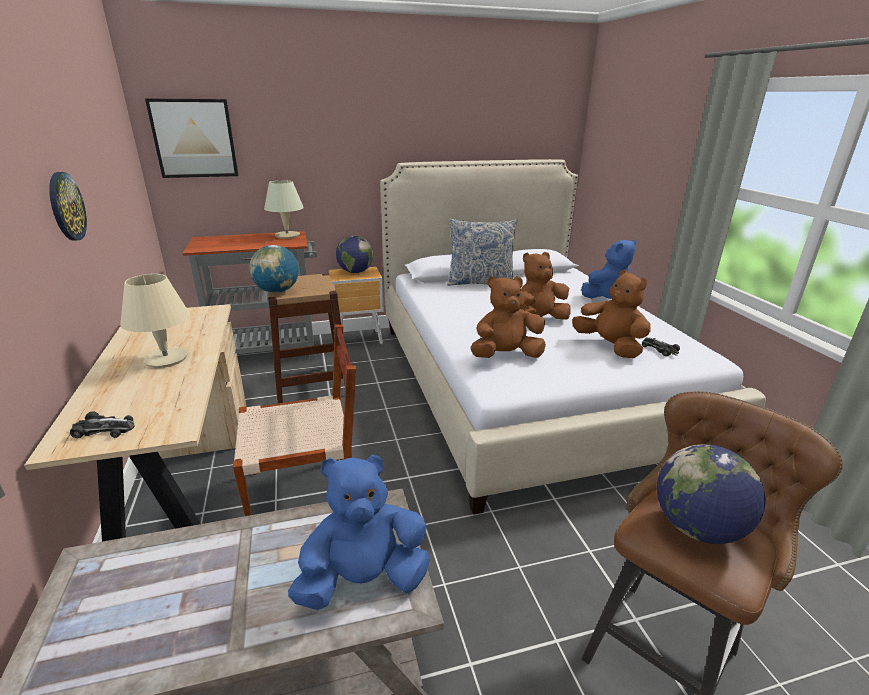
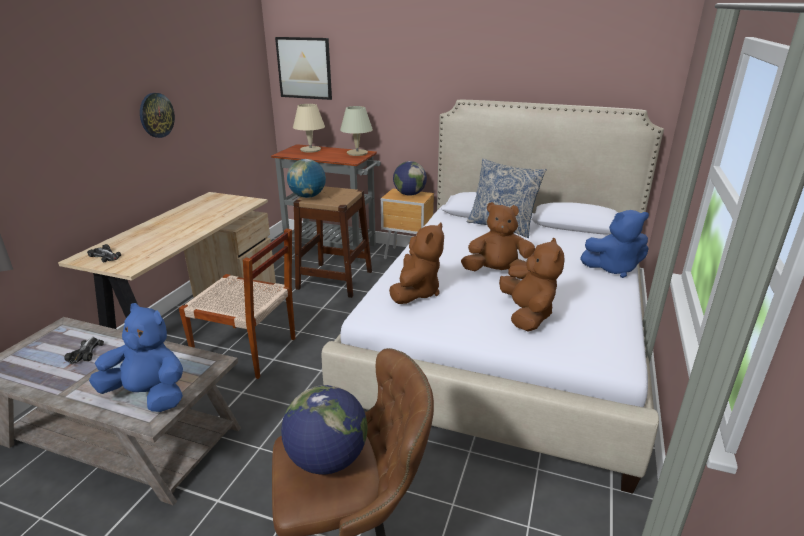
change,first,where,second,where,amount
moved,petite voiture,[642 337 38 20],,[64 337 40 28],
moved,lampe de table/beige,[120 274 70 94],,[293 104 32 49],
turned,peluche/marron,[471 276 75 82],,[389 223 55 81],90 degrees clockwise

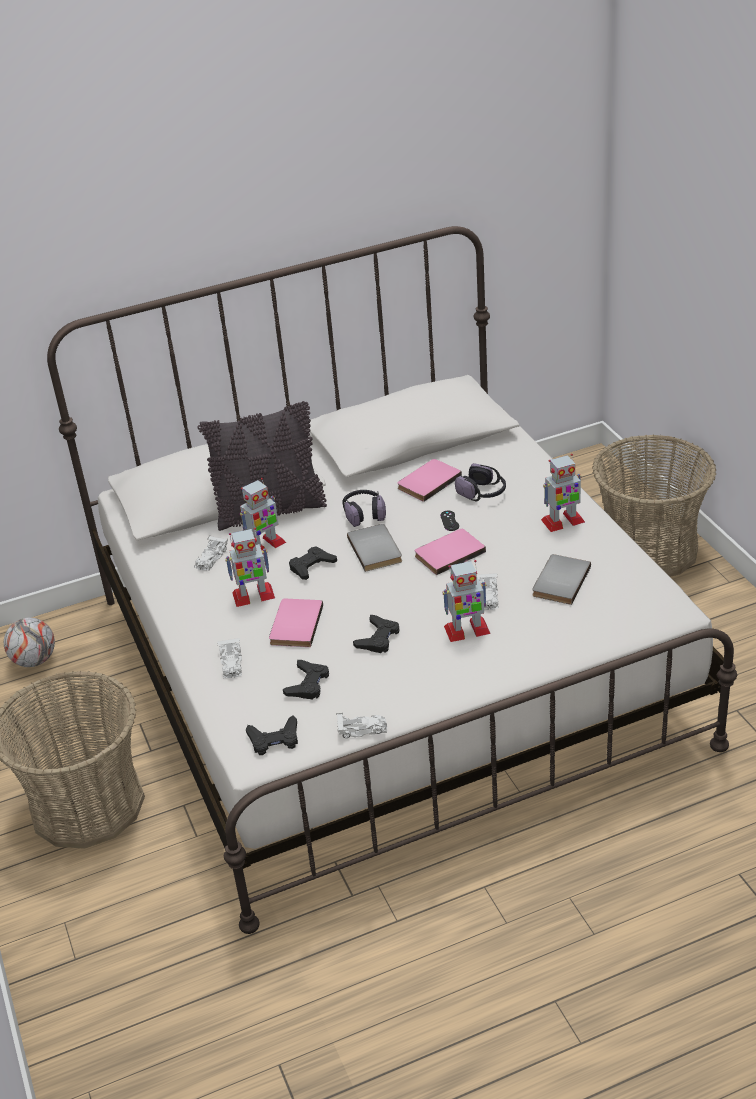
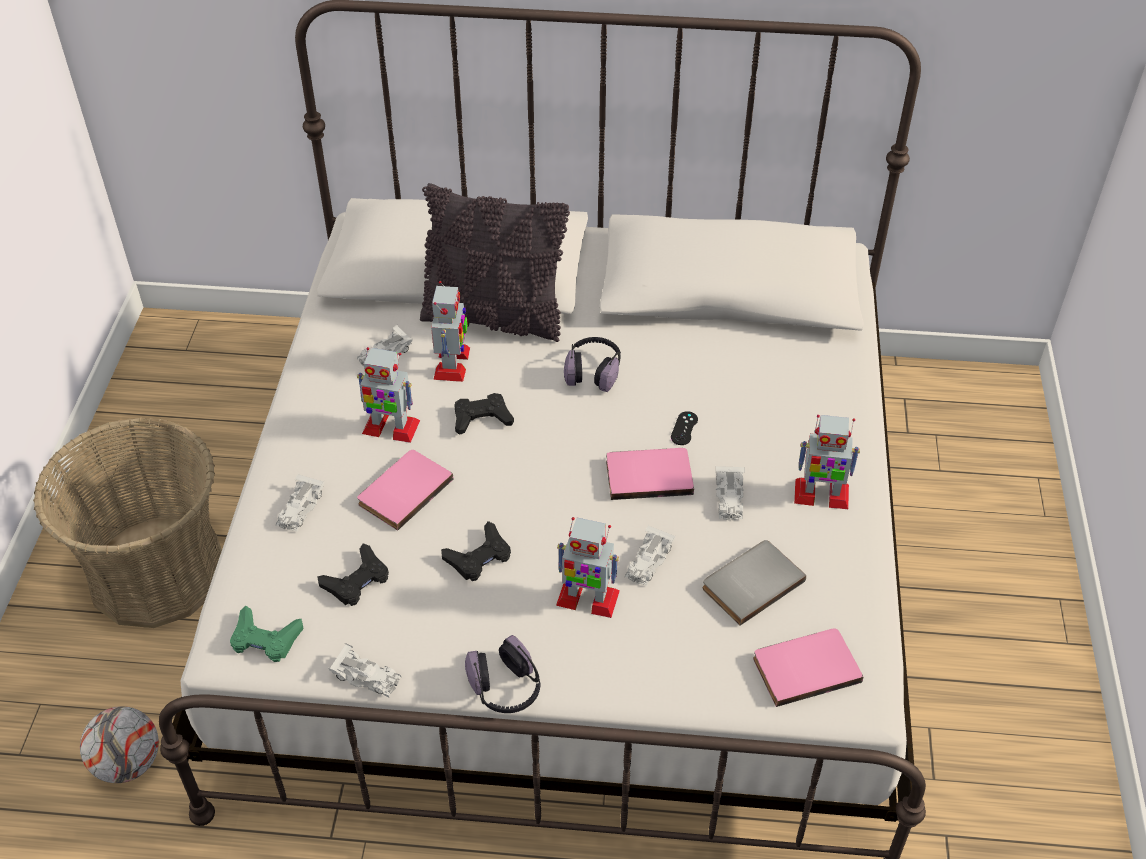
change,first,where,second,where,amount
moved,ballon de foot,[4 618 51 49],,[80 706 79 77],
recoloured,manette/noir,[246 715 52 40],manette/vert,[230 605 74 57],
turned,robot jouet,[240 478 46 72],,[431 281 39 101],75 degrees counterclockwise
moved,casque audio,[455 463 51 39],,[465 635 76 78],
added,,,petite voiture/blanc,[716 466 29 55],
moved,livre/rose,[397 459 65 43],,[753 629 110 78],
removed,livre/gris,[347 524 55 48],,,
removed,panier,[592 435 124 142],,,

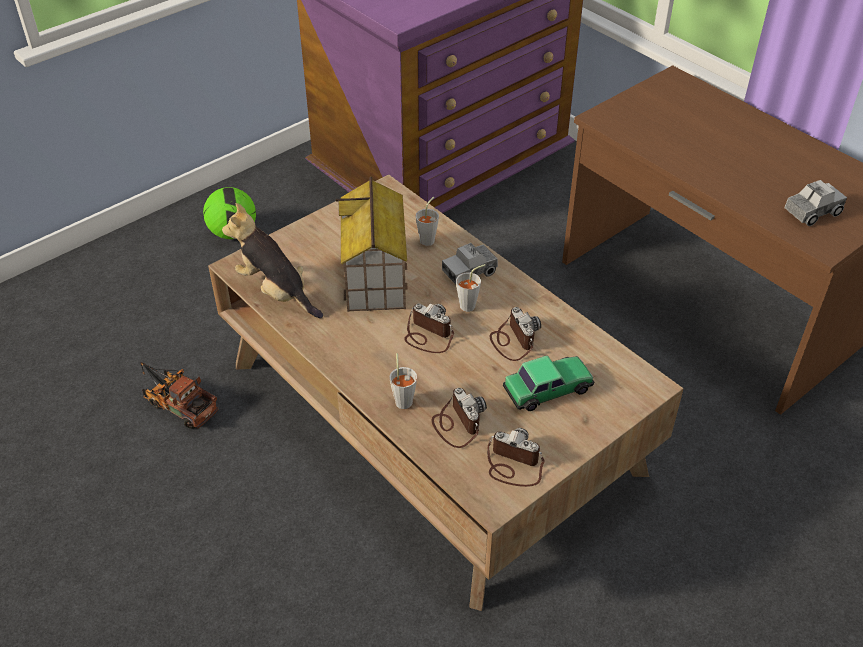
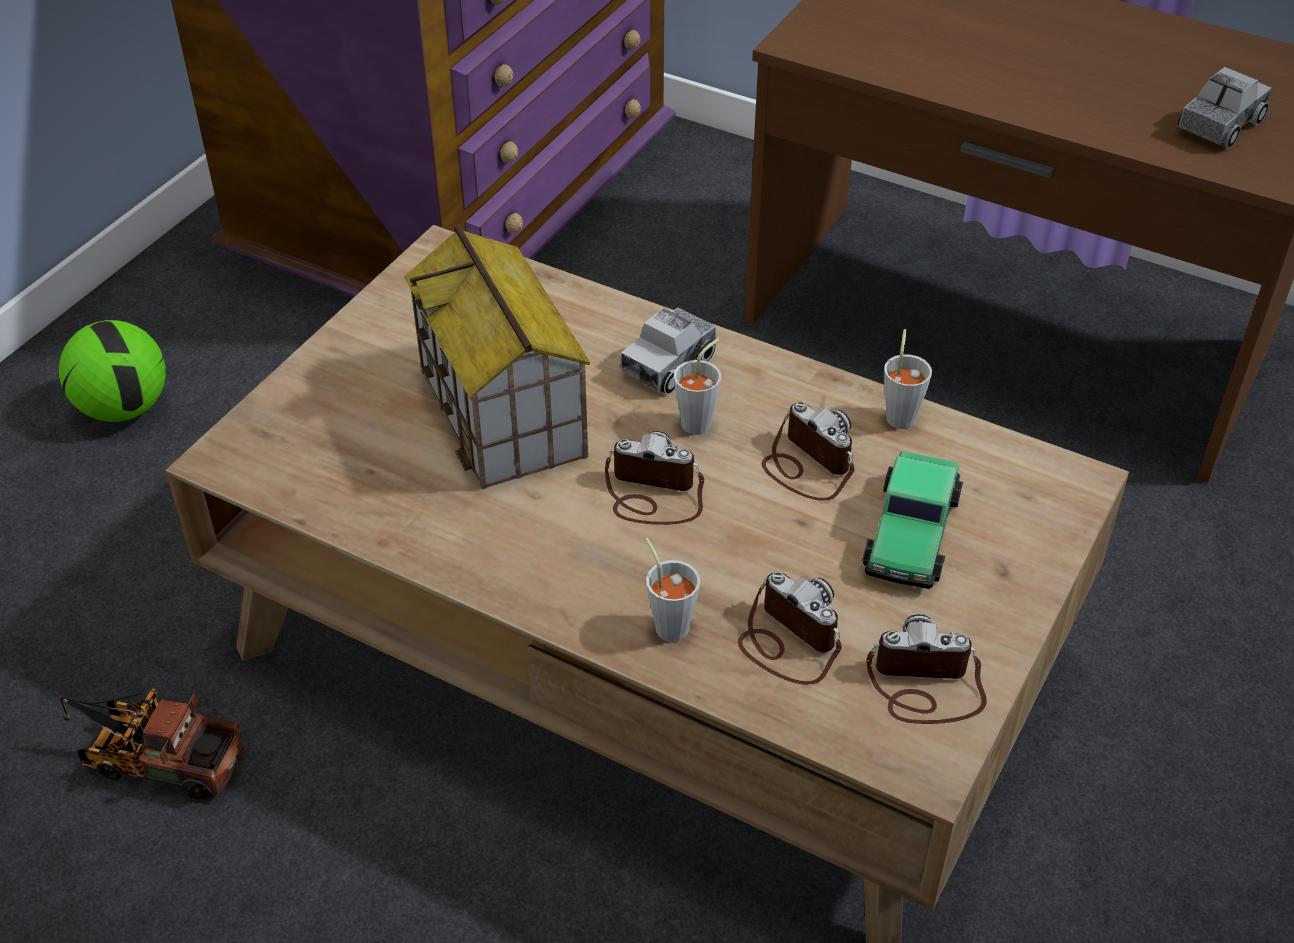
change,first,where,second,where,amount
turned,petite voiture,[503 356 91 55],,[862 451 101 138],150 degrees clockwise
moved,tasse/gris,[415 197 24 49],,[884 329 48 100],
removed,peluche,[222 203 101 115],,,

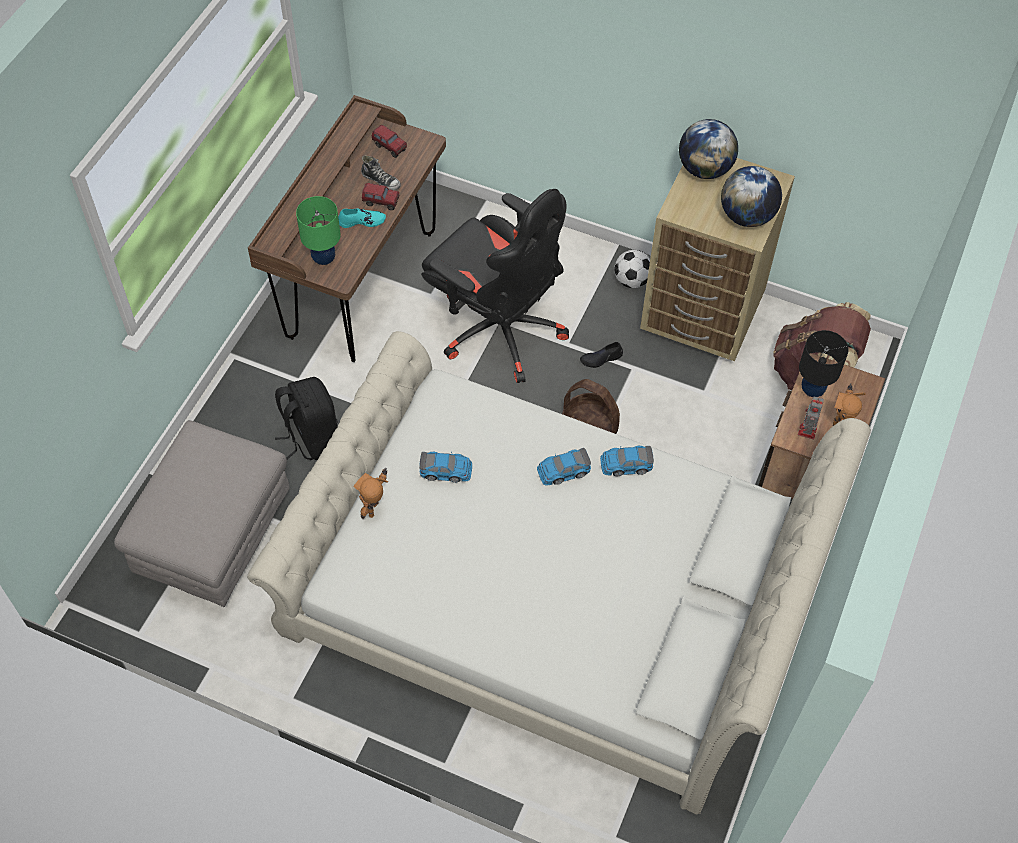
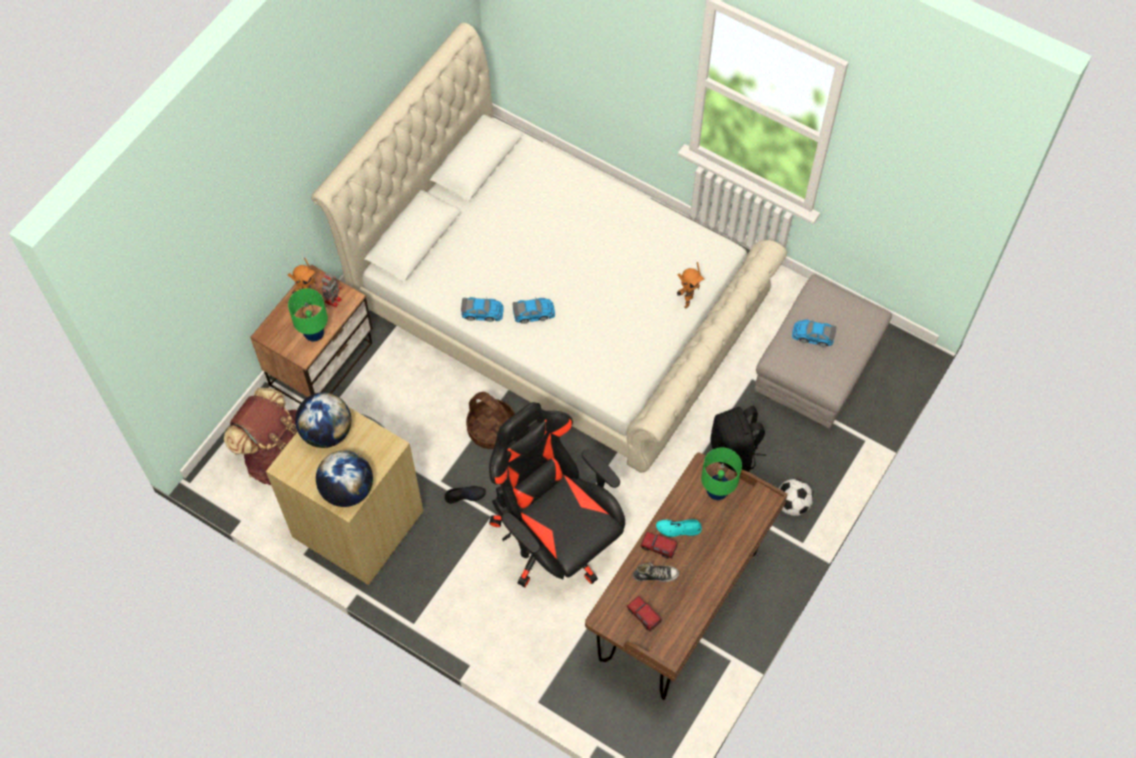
change,first,where,second,where,amount
recoloured,lampe de table/noir,[799 330 50 67],lampe de table/vert,[288 288 40 54],
turned,chaussure,[361 156 40 34],,[633 563 46 19],135 degrees clockwise
moved,ballon de foot,[614 250 36 38],,[778 479 35 37],
moved,petite voiture,[419 452 53 31],,[792 320 44 27],

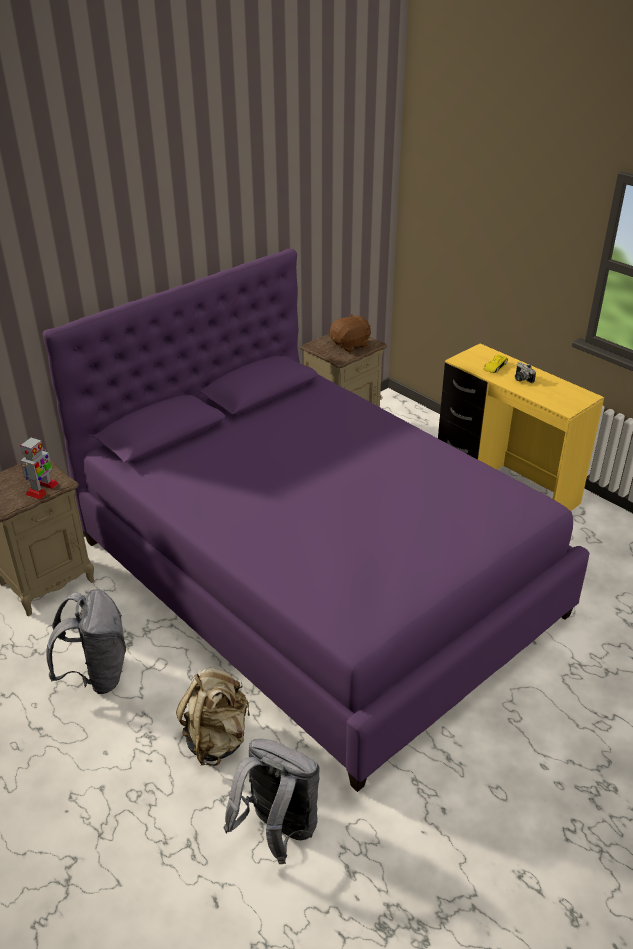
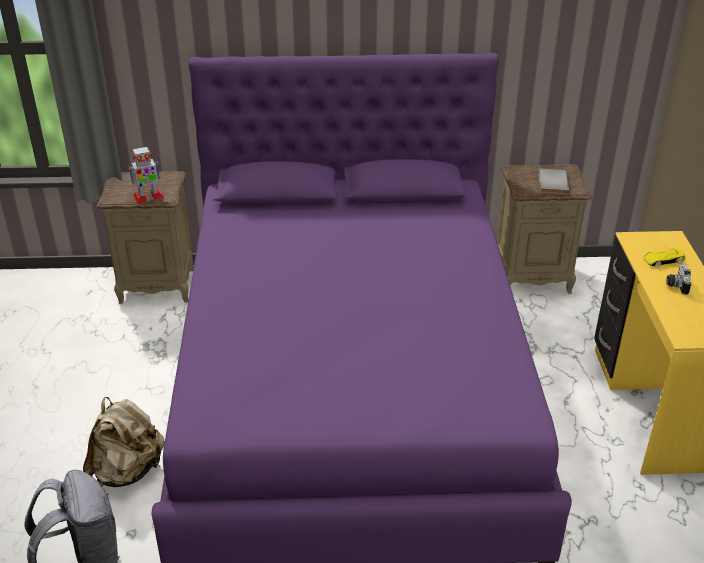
change,first,where,second,where,amount
replaced,peluche/marron,[330 314 41 38],livre/gris,[538 168 31 27],
removed,sac à dos/gris,[46 589 80 105],,,

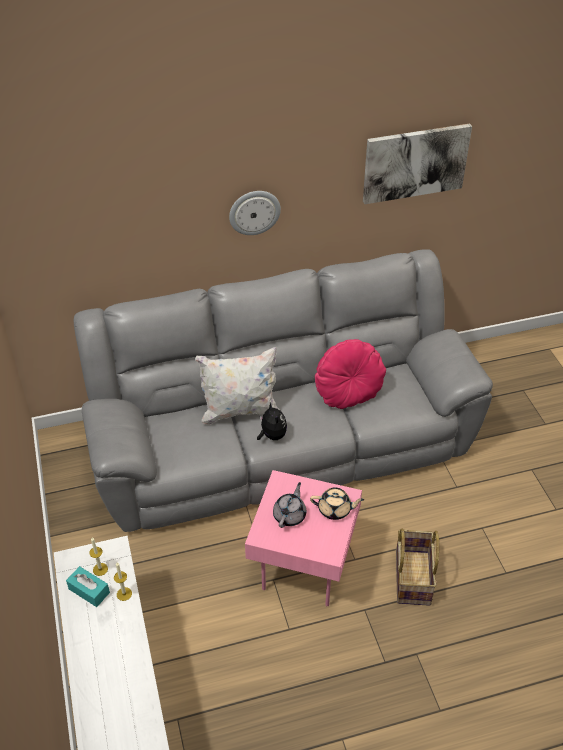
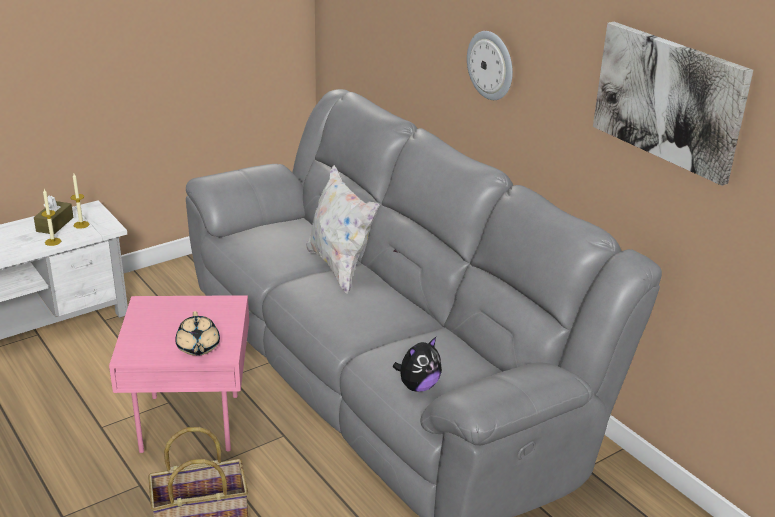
change,first,where,second,where,amount
recoloured,boîte à mouchoirs/turquoise,[66 566 44 41],boîte à mouchoirs/marron,[34 195 40 39],
moved,peluche,[257 403 30 37],,[393 337 49 55],
removed,théière/gris,[273 482 33 46],,,
removed,coussin/rose,[315 339 71 70],,,

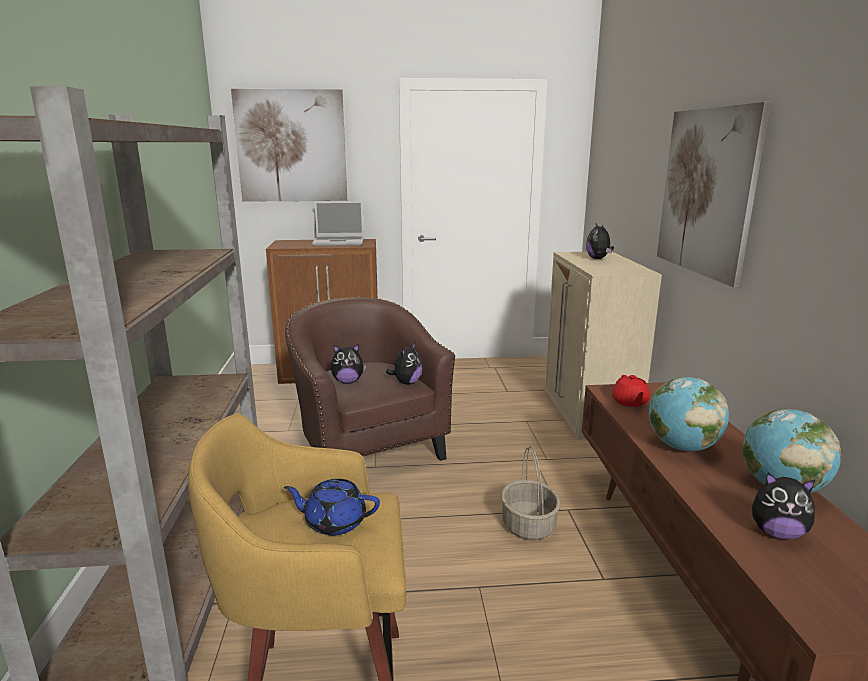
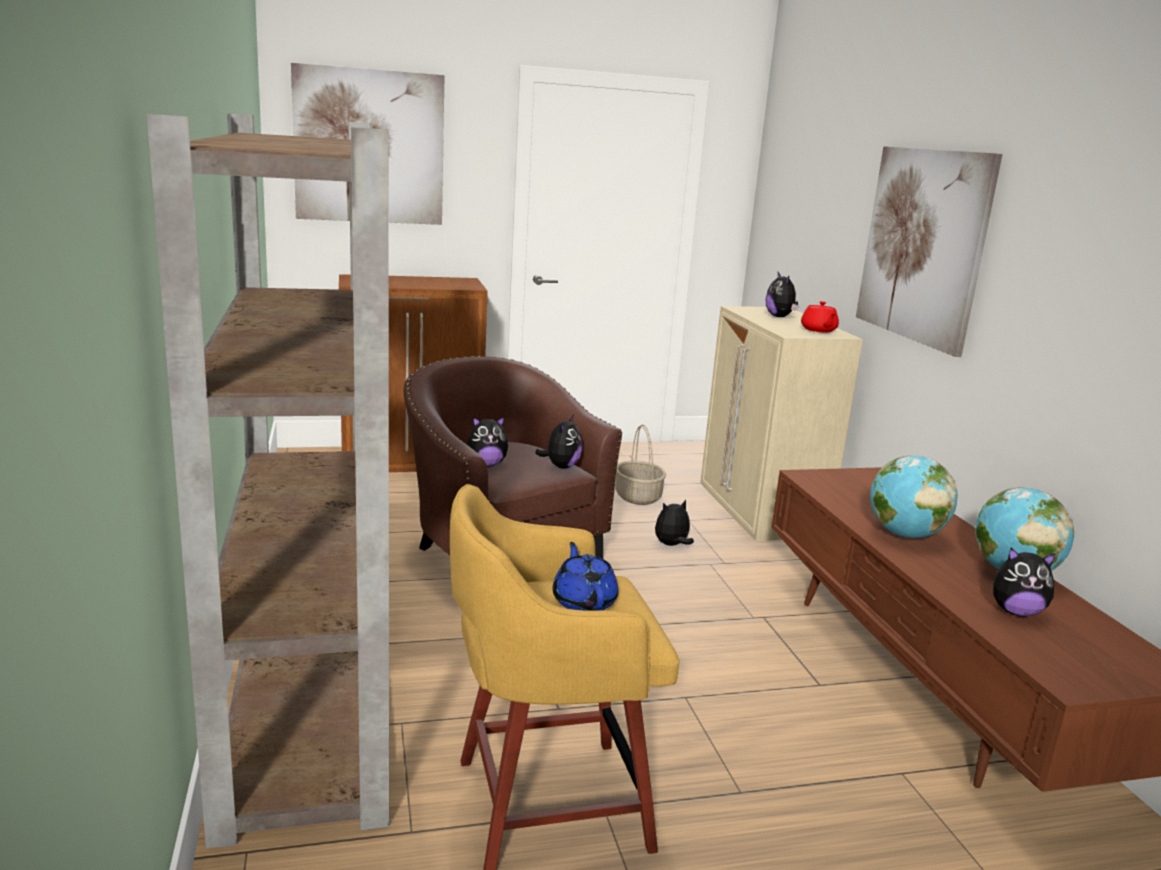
change,first,where,second,where,amount
turned,théière/bleu,[284 479 96 57],,[553 542 66 68],75 degrees clockwise
moved,panier,[501 446 59 95],,[615 424 51 81],
added,,,peluche,[655 500 39 46],
moved,théière/rouge,[612 375 38 32],,[801 301 38 31],
removed,ordinateur portable,[312 201 52 45],,,

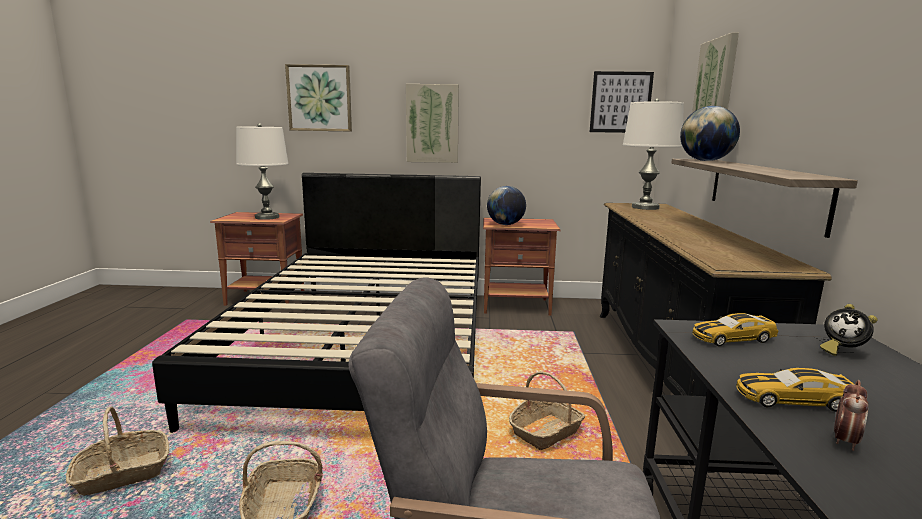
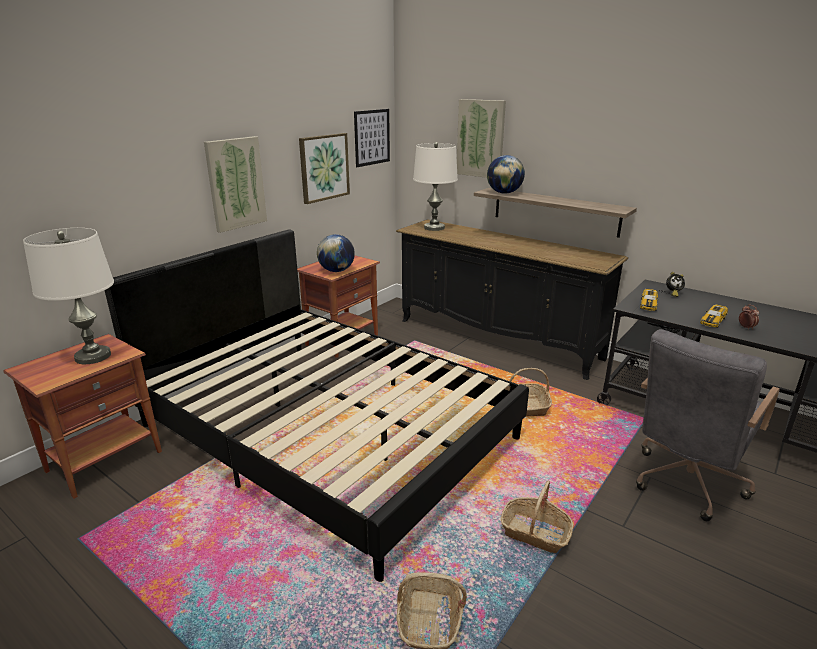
change,first,where,second,where,amount
moved,tableau,[285 64 67 67],,[299 133 51 71],

